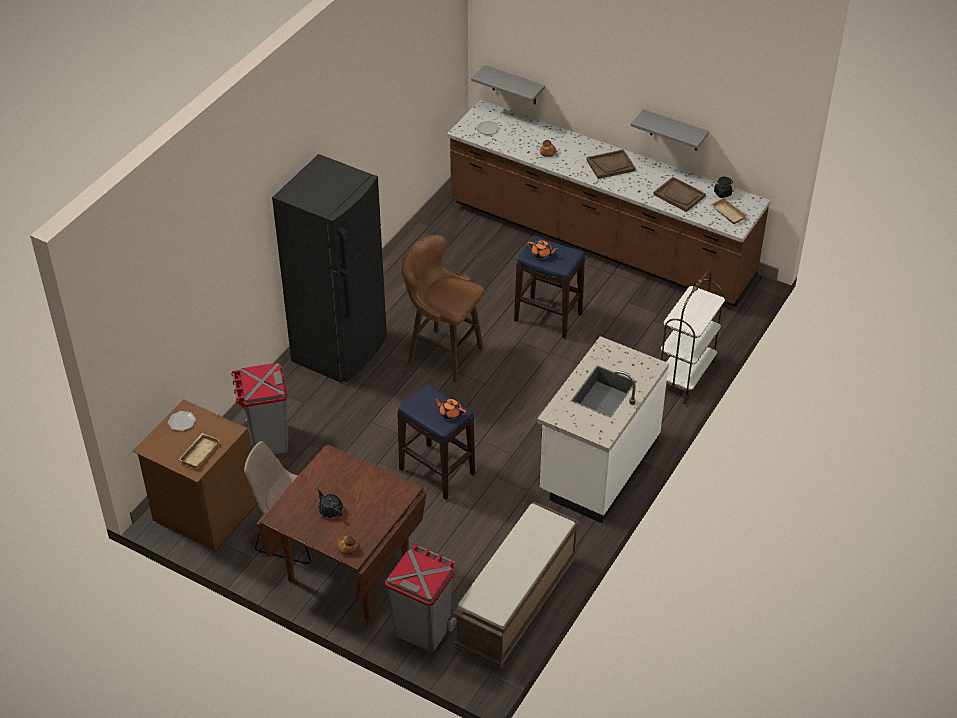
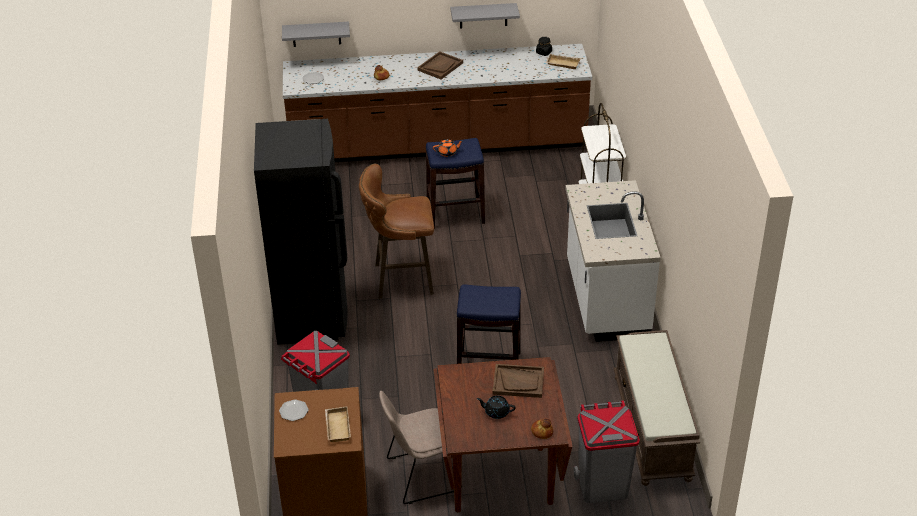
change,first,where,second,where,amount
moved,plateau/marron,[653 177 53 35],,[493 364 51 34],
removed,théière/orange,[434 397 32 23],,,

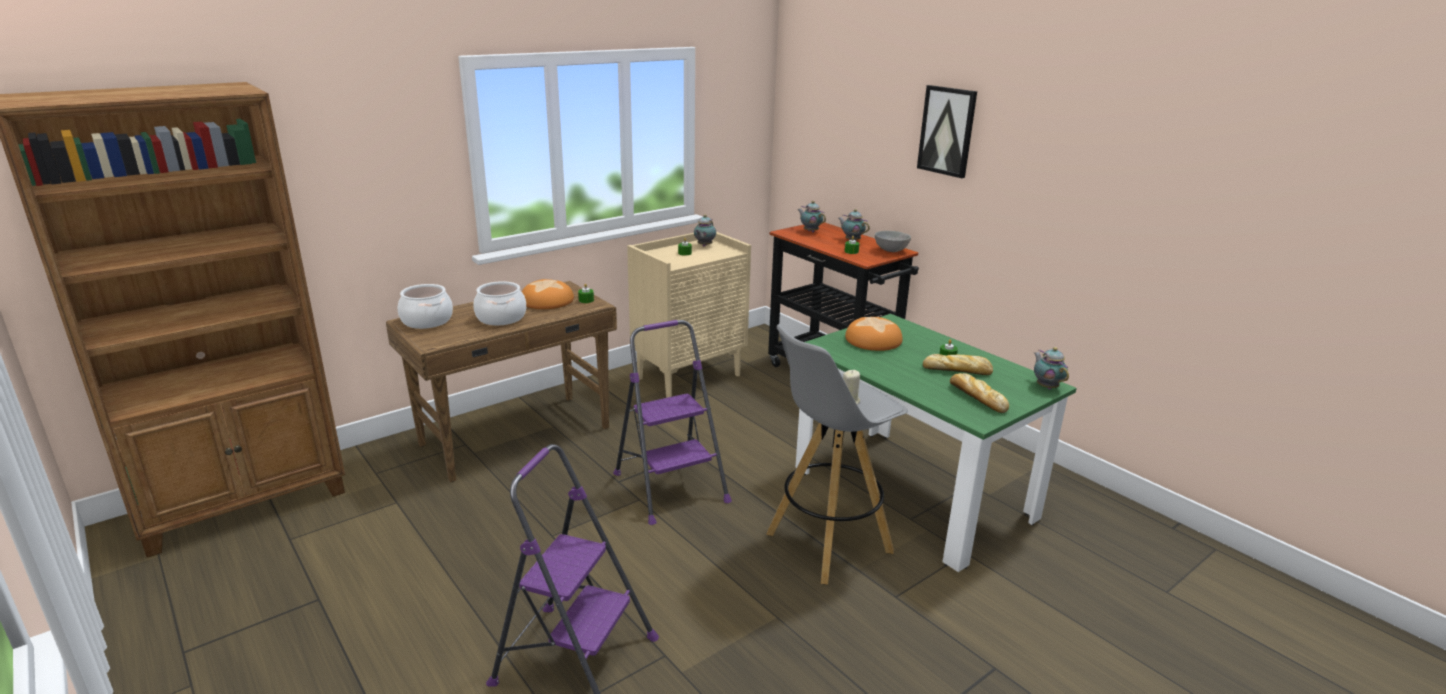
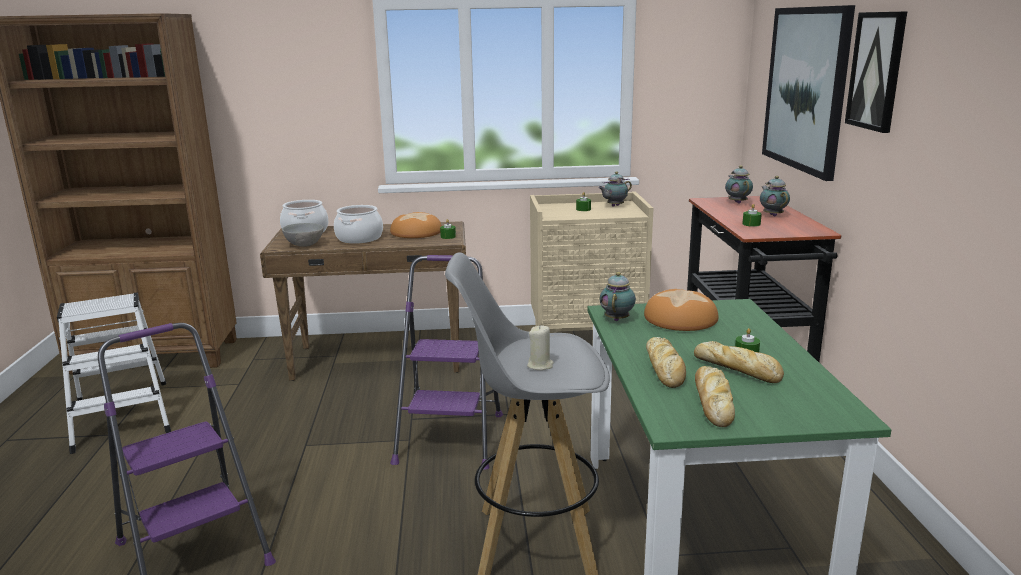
change,first,where,second,where,amount
added,,,escabeau/blanc,[57 292 114 162],
moved,bol/gris,[875 231 36 21],,[282 223 42 24],
moved,théière,[1034 347 35 42],,[599 272 37 49],
added,,,pain,[646 337 40 51],
added,,,tableau,[762 5 93 176],

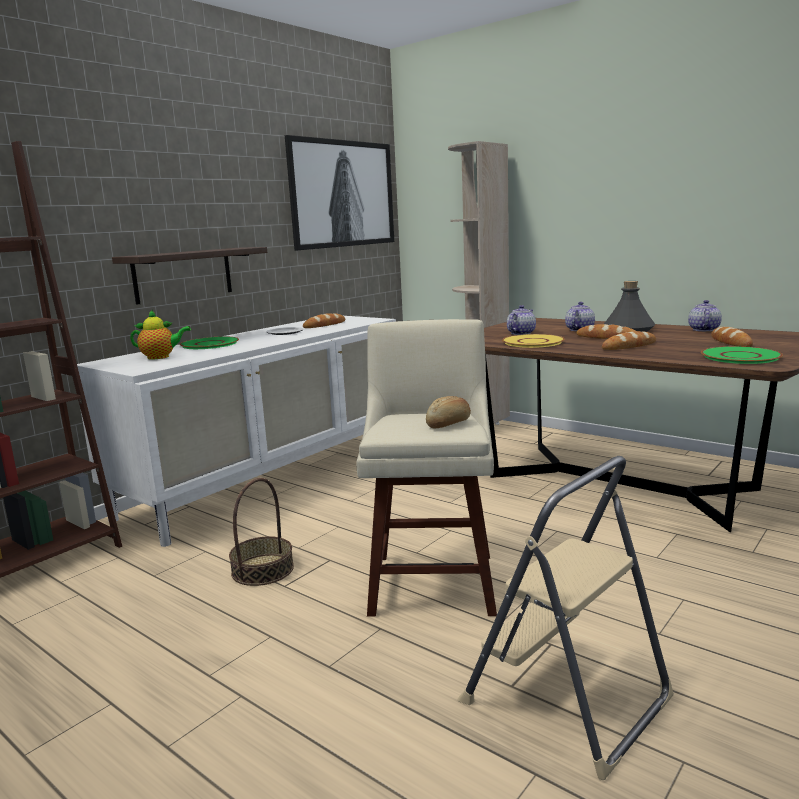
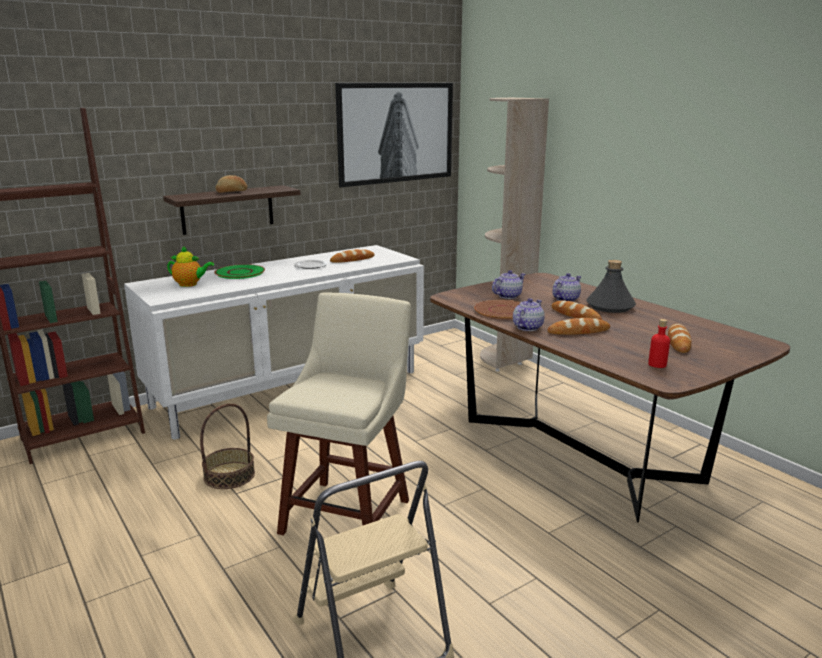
change,first,where,second,where,amount
moved,pain,[426 396 45 33],,[216 175 31 18],
recoloured,assiette/jaune,[502 334 63 14],assiette/marron,[474 300 46 20],
moved,théière,[688 300 34 31],,[513 298 32 33],
replaced,assiette/vert,[701 346 82 18],bouteille/rouge,[648 319 22 49],

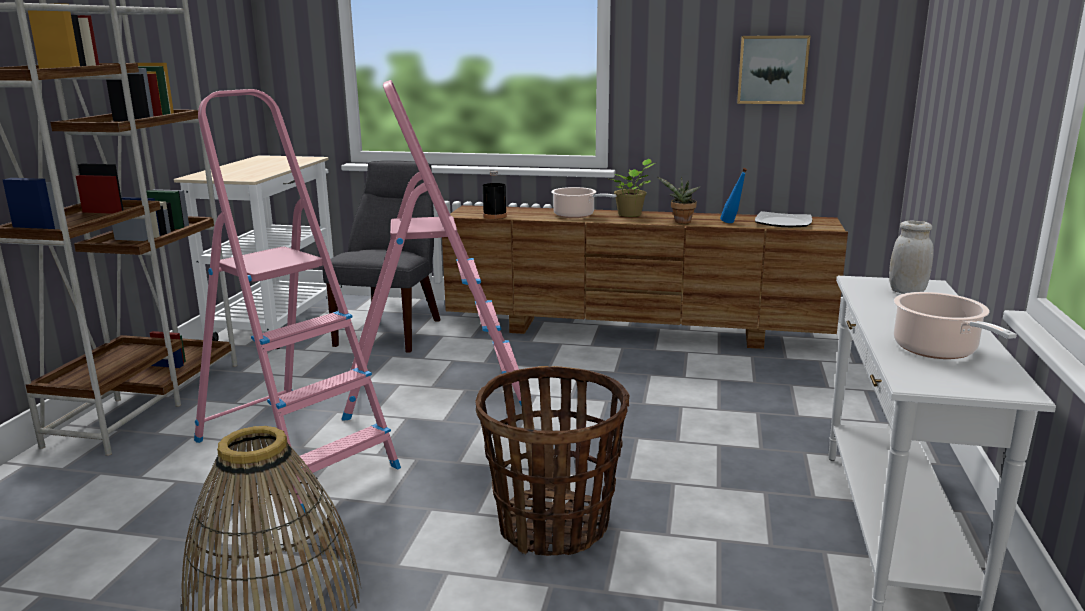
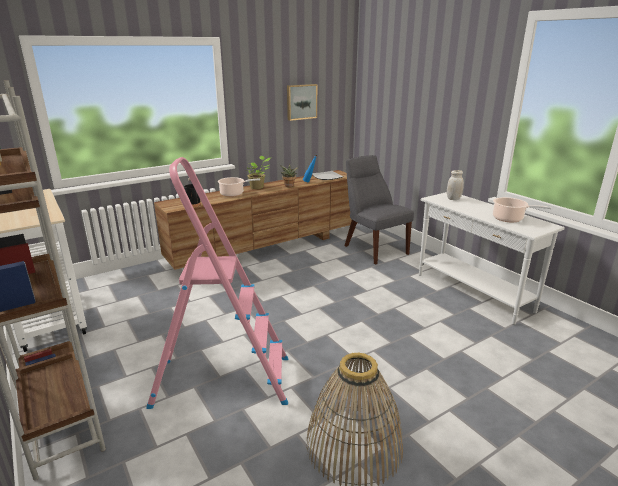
change,first,where,second,where,amount
moved,chaise/gris,[323 161 118 192],,[344 155 70 110],
removed,escabeau/rose,[342 80 180 340],,,
removed,panier,[475 366 154 190],,,

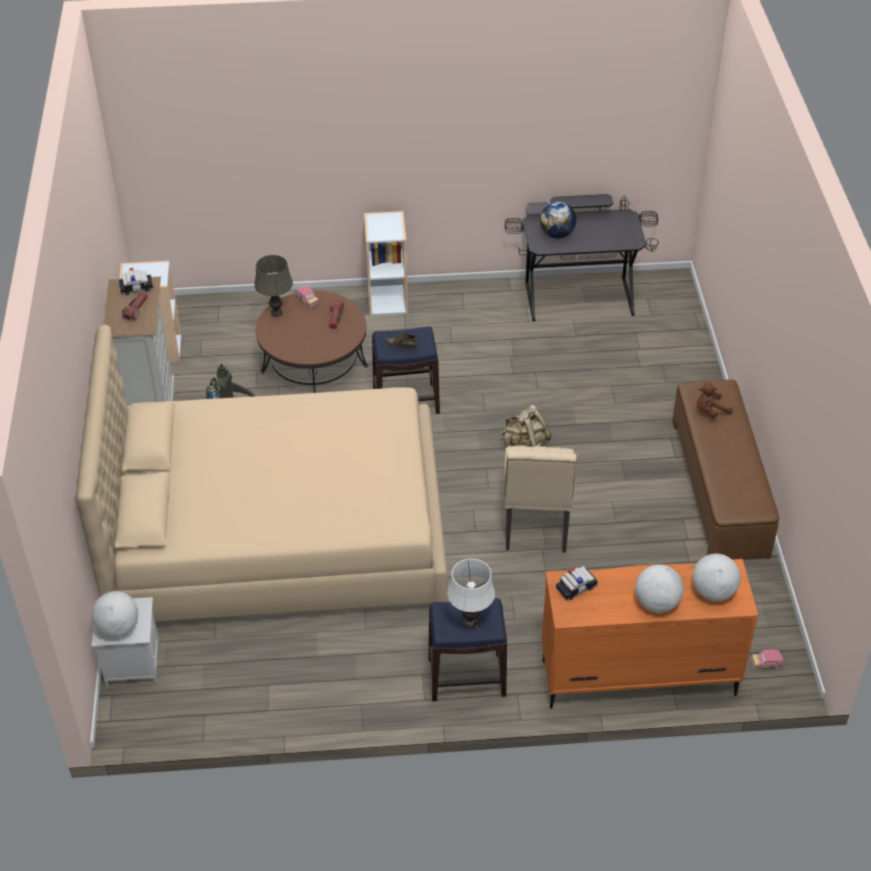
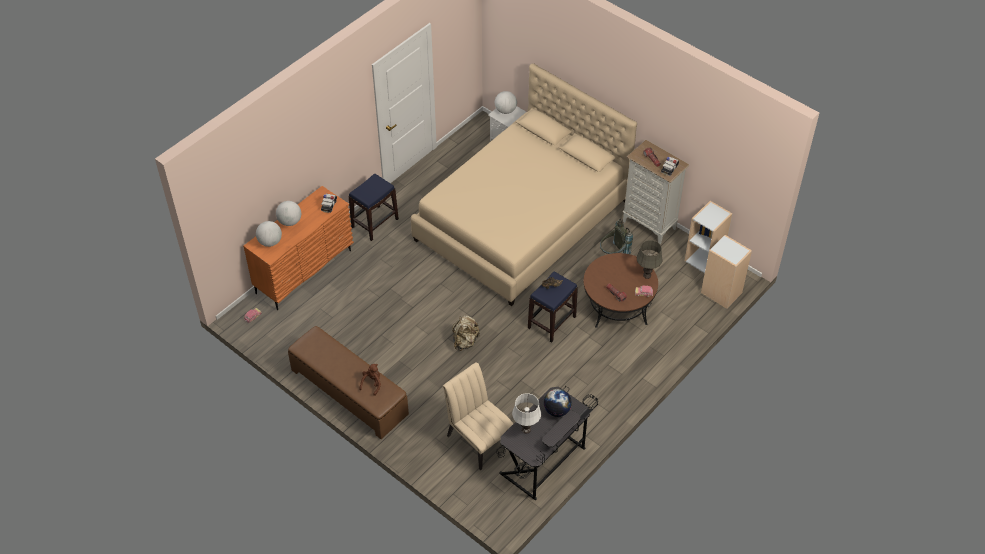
change,first,where,second,where,amount
moved,chaise/beige,[504 446 73 107],,[443 362 70 108],
moved,lampe de table/blanc,[447 559 48 70],,[512 393 29 41],
moved,bibliothèque,[364 211 44 105],,[701 235 51 74],

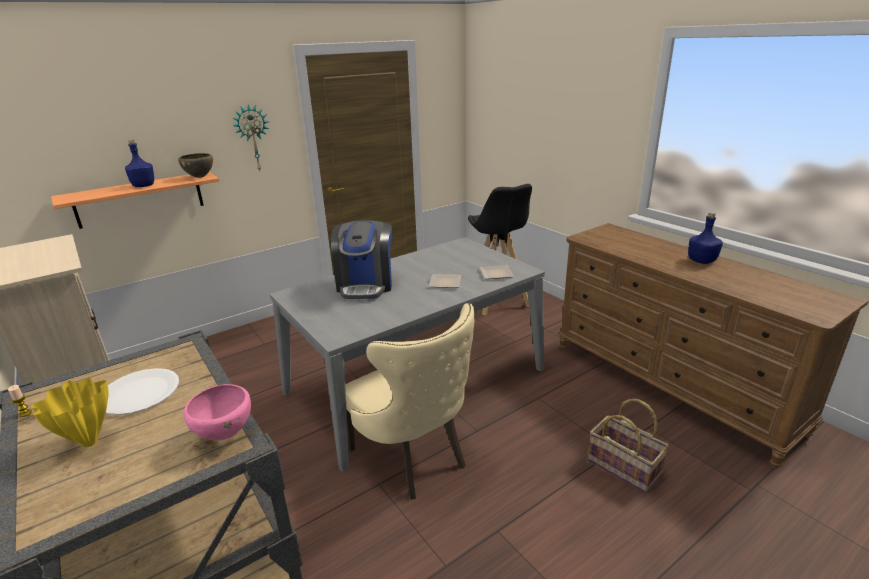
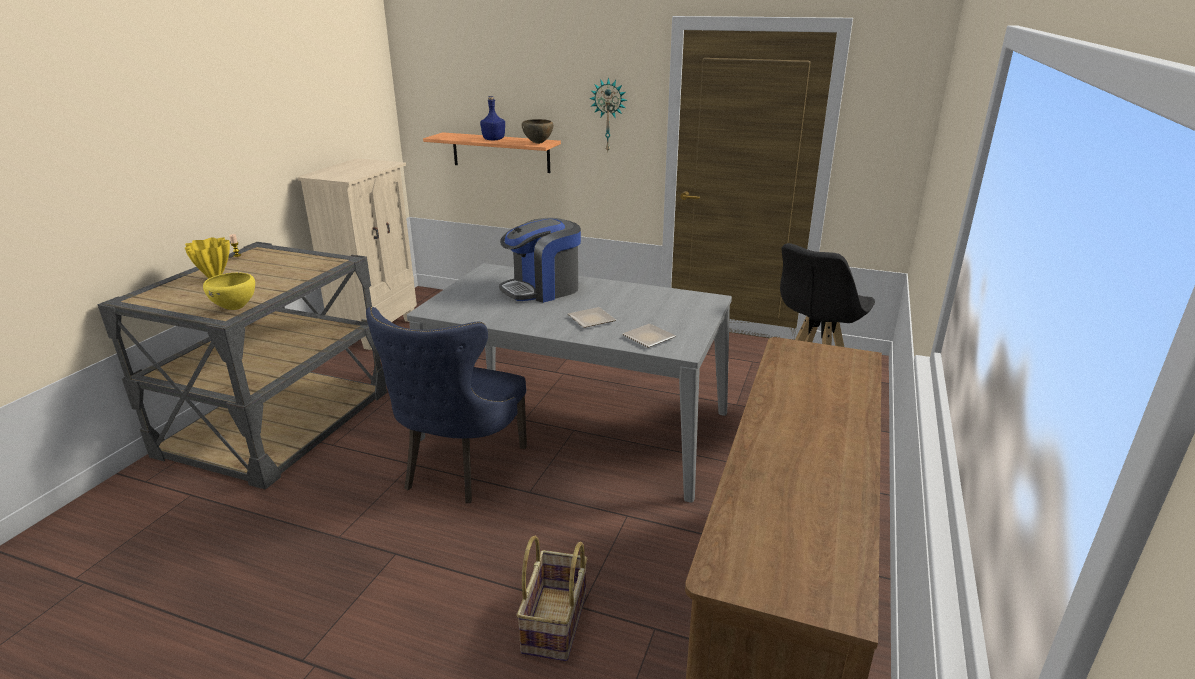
change,first,where,second,where,amount
recoloured,bol/rose,[184 384 67 56],bol/jaune,[203 273 52 37],
recoloured,chaise/beige,[345 303 129 197],chaise/bleu,[366 307 161 196],
removed,assiette/blanc,[106 368 73 47],,,
removed,bouteille/bleu,[688 212 35 52],,,

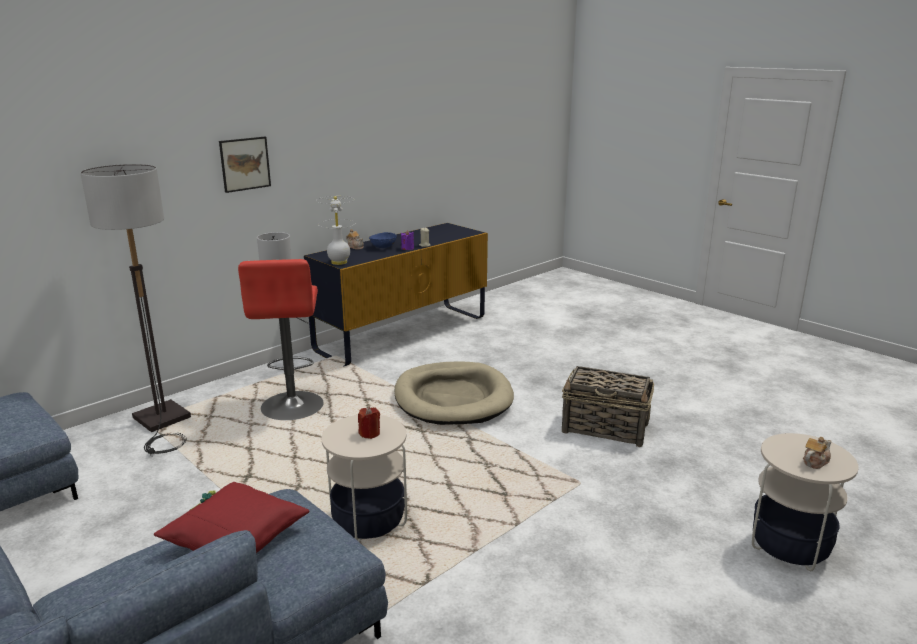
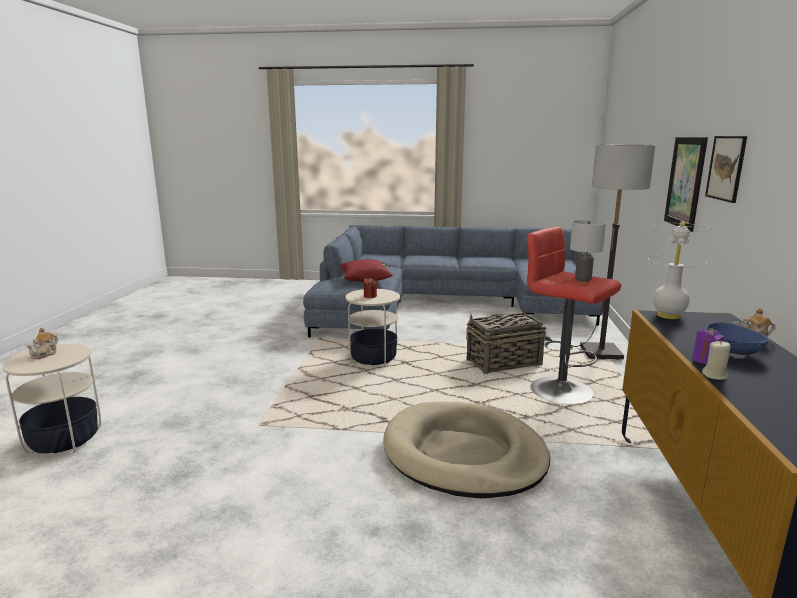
change,first,where,second,where,amount
moved,panier,[562 366 92 81],,[466 309 81 65],
added,,,tableau,[664 137 44 94],

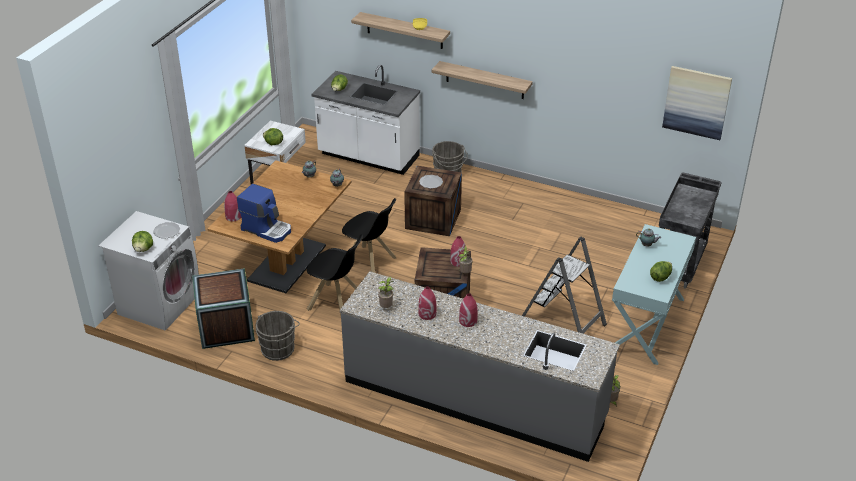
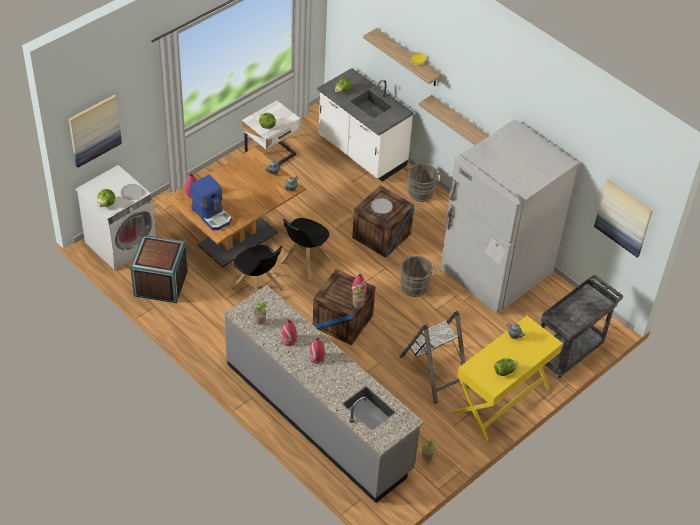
change,first,where,second,where,amount
added,,,tableau,[69 95 53 73],
turned,chaise/noir,[342 198 54 75],,[280 218 52 63],75 degrees clockwise
moved,seau/gris,[256 311 44 50],,[400 256 37 41],
added,,,réfrigérateur/blanc,[440 119 138 194],
recoloured,bureau/turquoise,[612 224 84 141],bureau/jaune,[452 316 111 125],

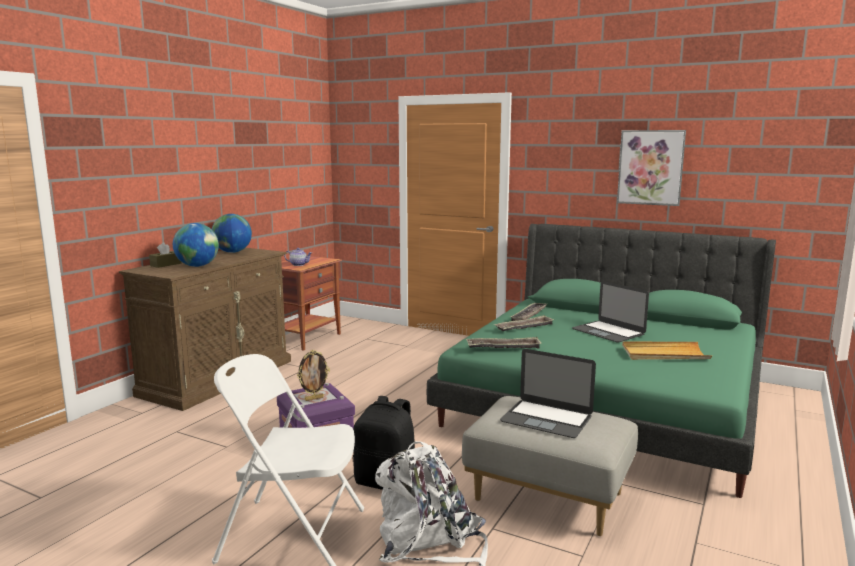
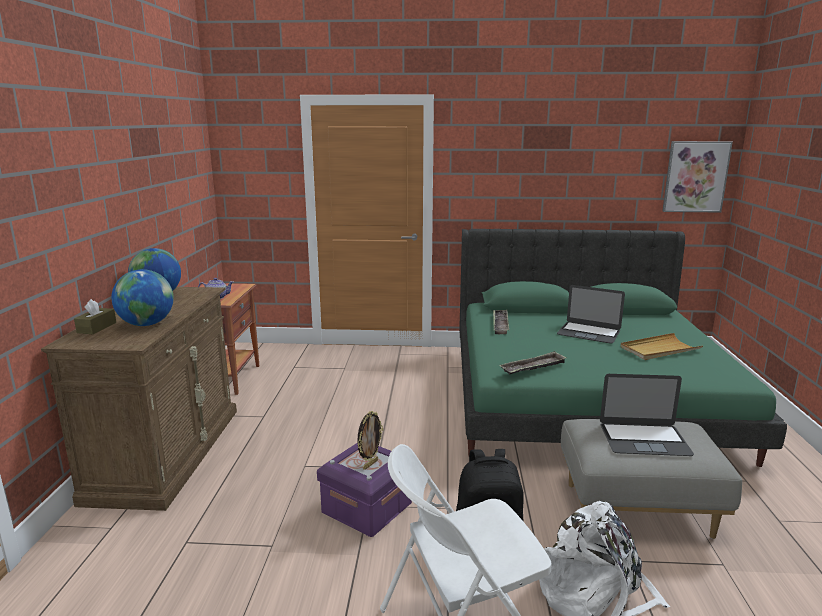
change,first,where,second,where,amount
moved,tableau,[617 130 69 76],,[662 141 71 71],
removed,plateau,[494 316 61 15],,,

